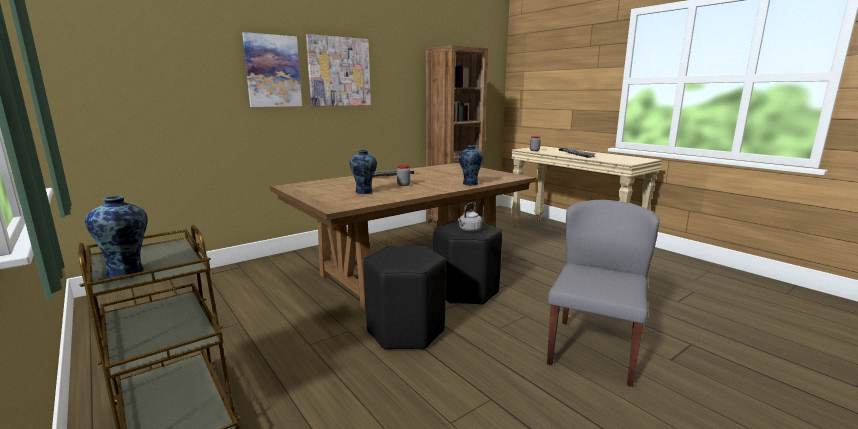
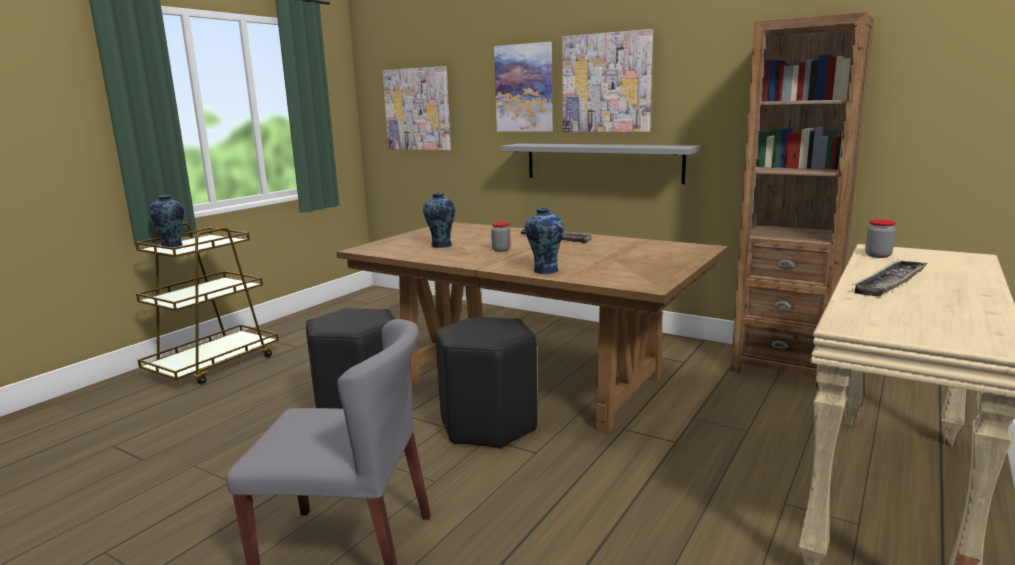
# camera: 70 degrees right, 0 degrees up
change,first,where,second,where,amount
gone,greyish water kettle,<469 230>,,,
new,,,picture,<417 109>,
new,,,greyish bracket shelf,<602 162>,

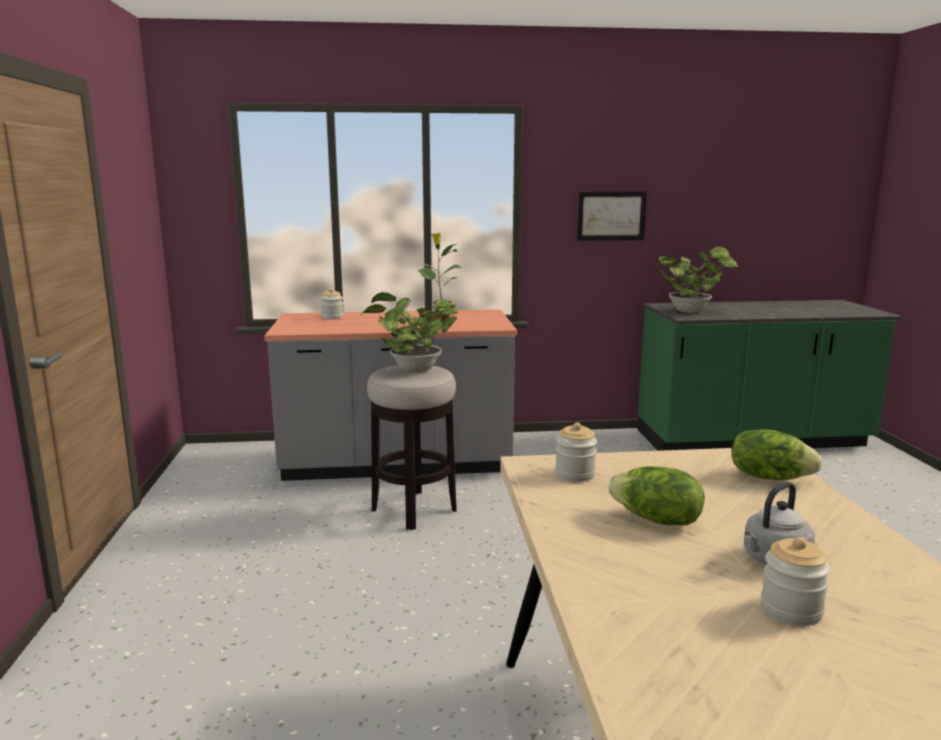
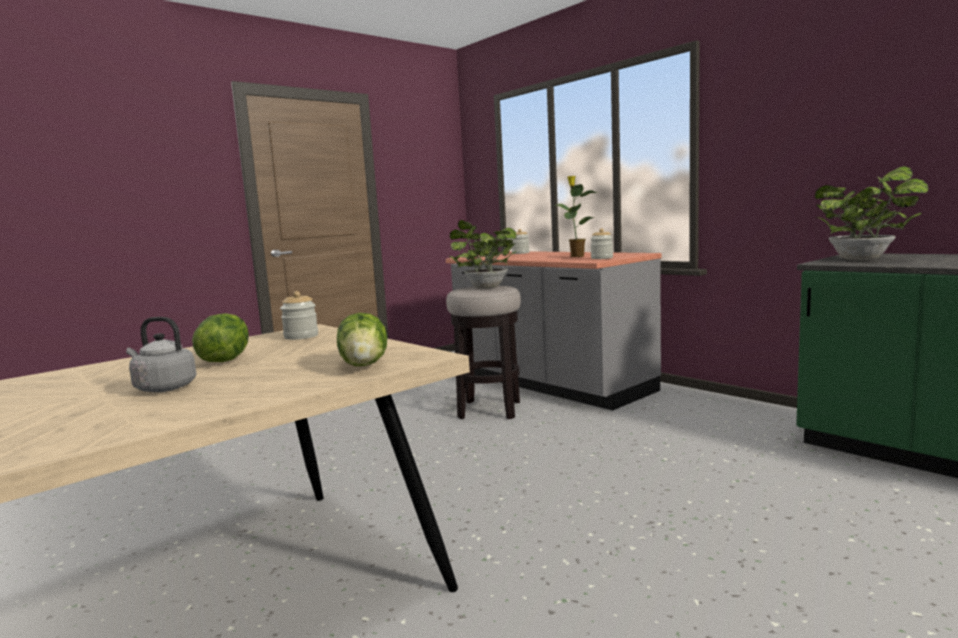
# camera: 55 degrees right, 5 degrees down
change,first,where,second,where,amount
gone,picture,<611 216>,,,
shifted,preserve jar,<791 610>,,<602 258>,

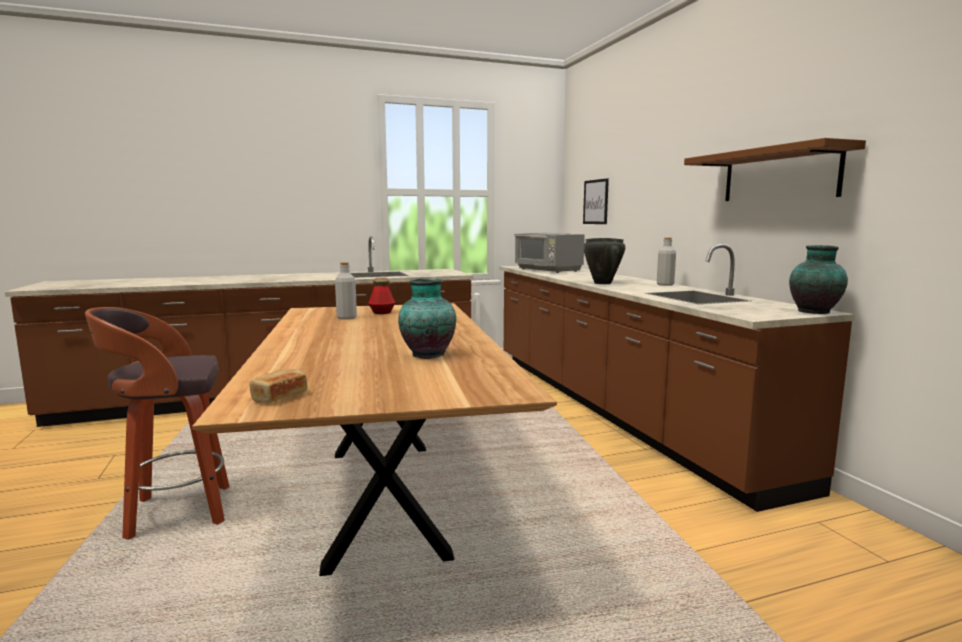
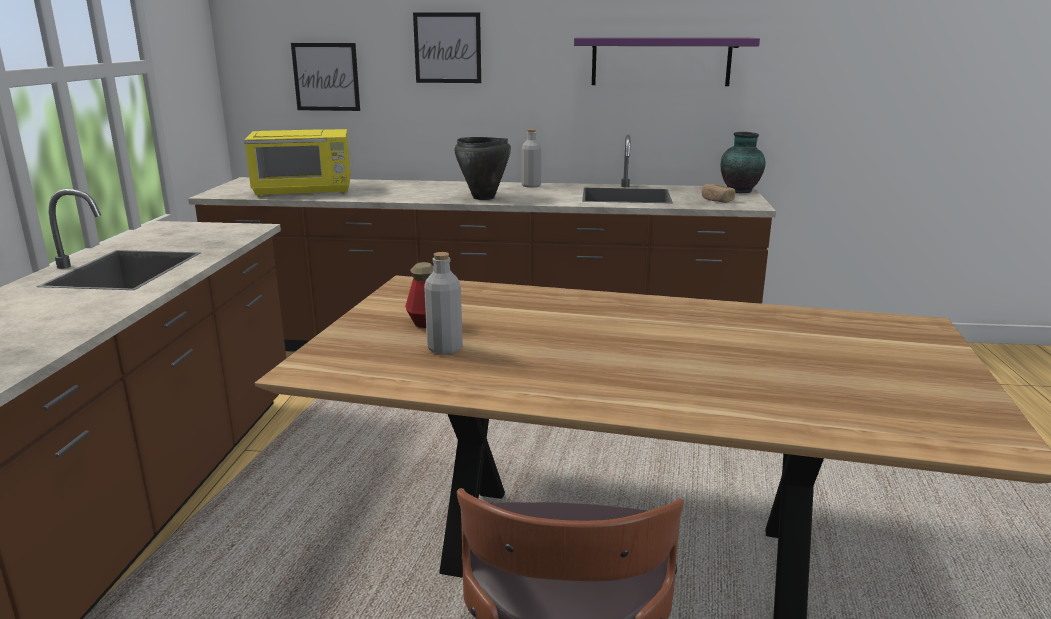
# camera: 65 degrees left, 10 degrees up
change,first,where,second,where,amount
repainted,brownish bracket shelf,<779 175>,purplish bracket shelf,<661 61>,
repainted,greyish kitchen microwave,<548 270>,yellow kitchen microwave,<305 191>,
gone,decorative vase,<426 355>,,,
shifted,bakery bread,<278 397>,,<717 200>,
new,,,picture,<447 48>,

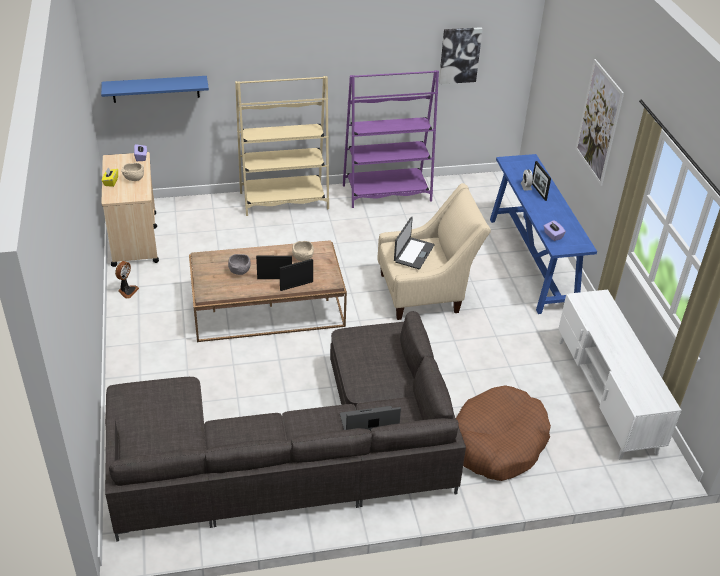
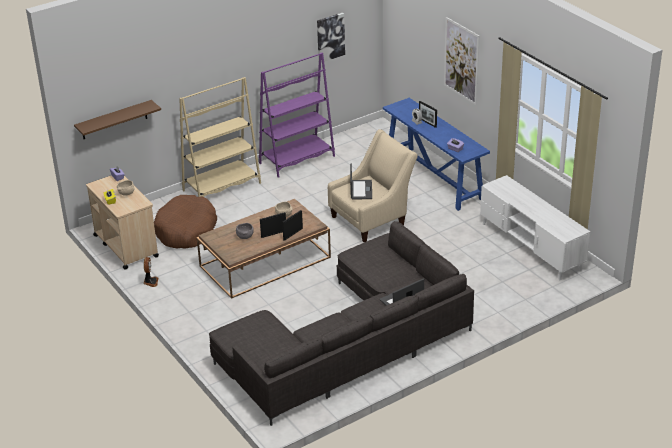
# camera: 20 degrees left, 5 degrees down
change,first,where,second,where,amount
repainted,bluish bracket shelf,<155 89>,brownish bracket shelf,<114 120>,
shifted,brownish dog bed,<498 443>,,<186 230>,

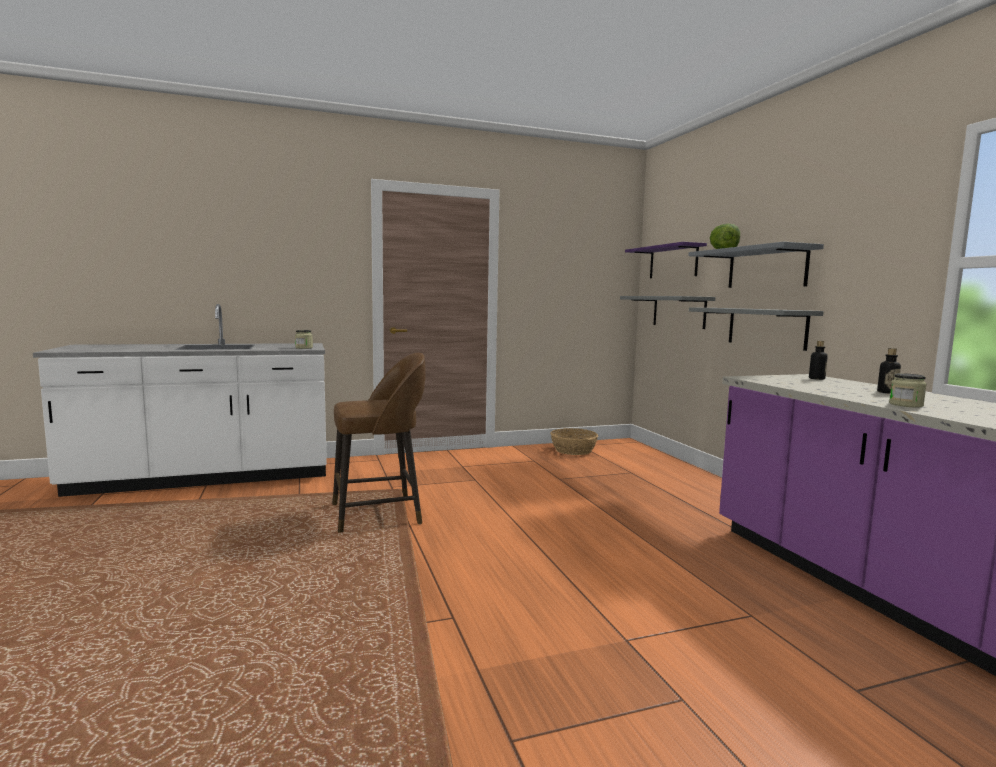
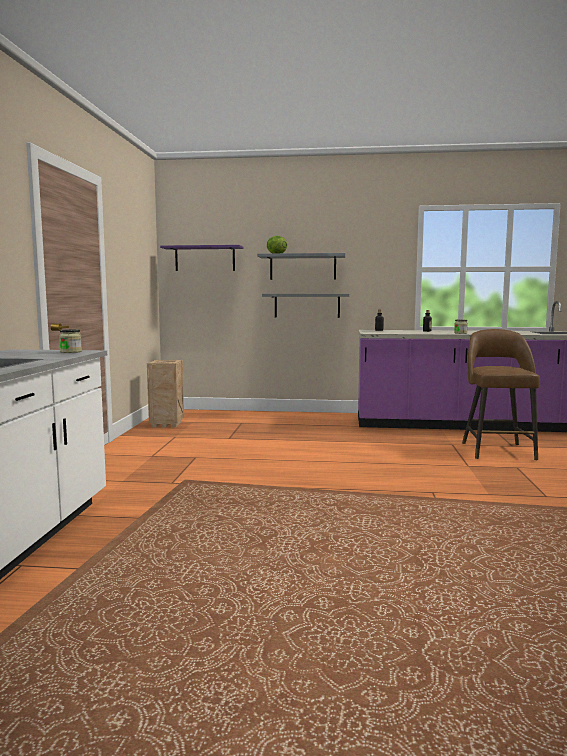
# camera: 65 degrees left, 0 degrees up
change,first,where,second,where,amount
gone,greyish bracket shelf,<678 311>,,,
shifted,brownish sitting stool,<379 514>,,<497 450>,
swapped,storage basket,<573 450>,packing crate,<167 424>,

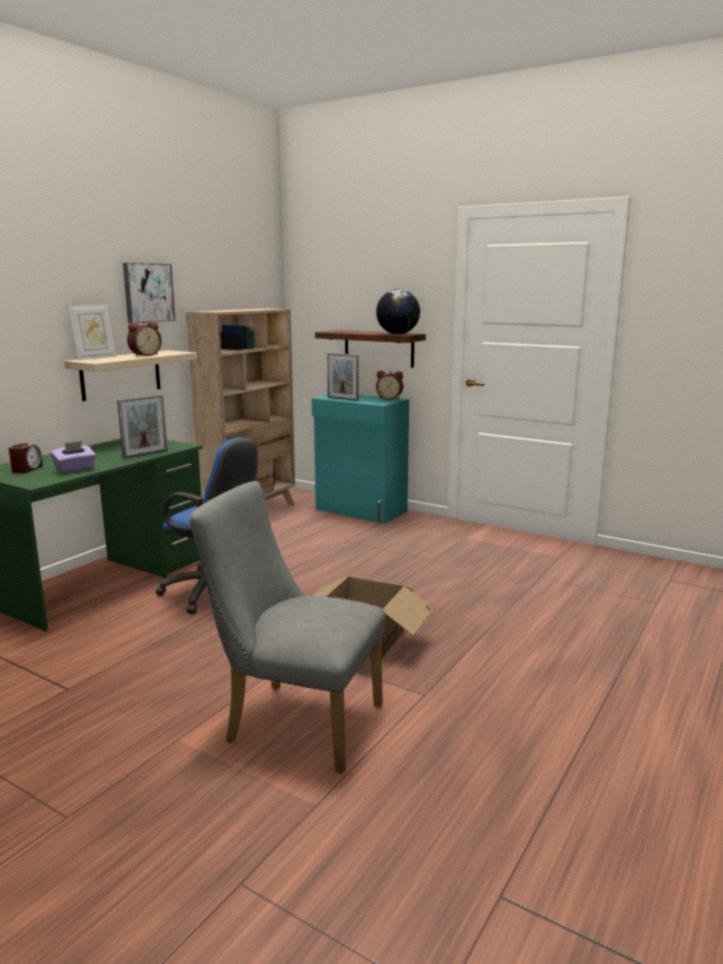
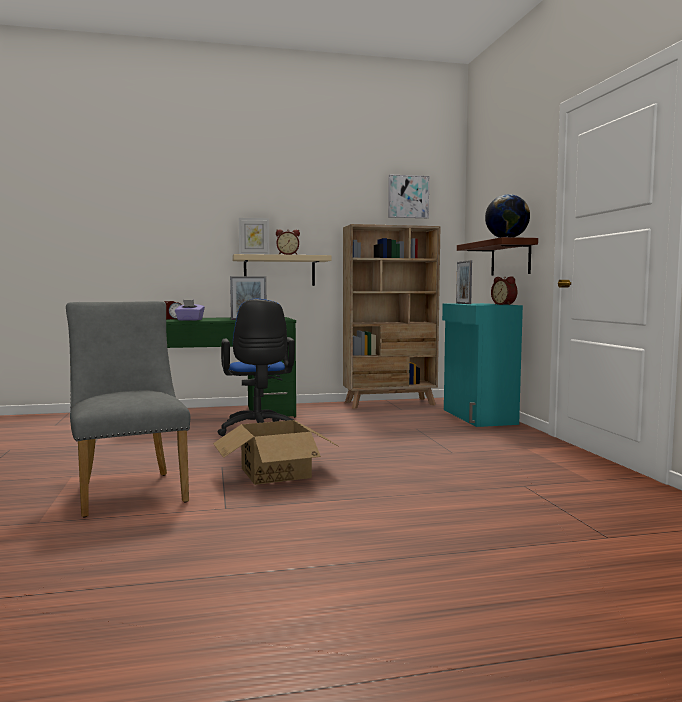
# camera: 45 degrees right, 10 degrees down
change,first,where,second,where,amount
shifted,picture,<148 292>,,<408 197>,

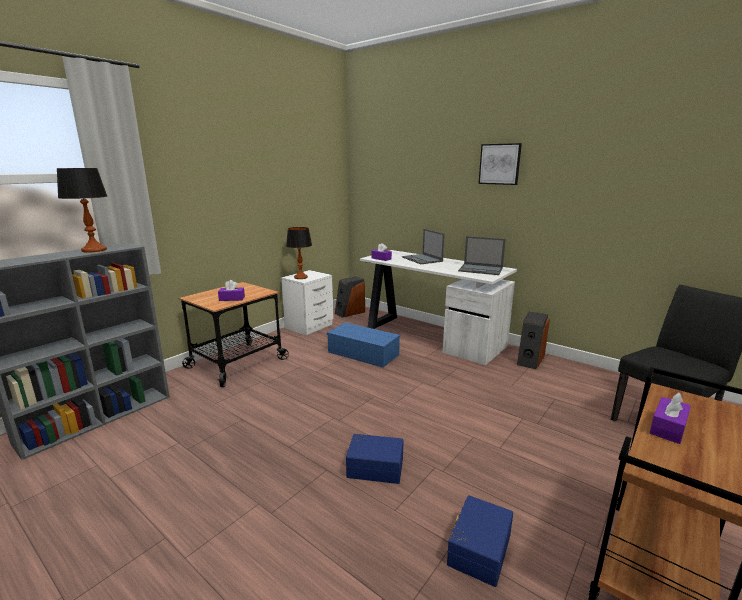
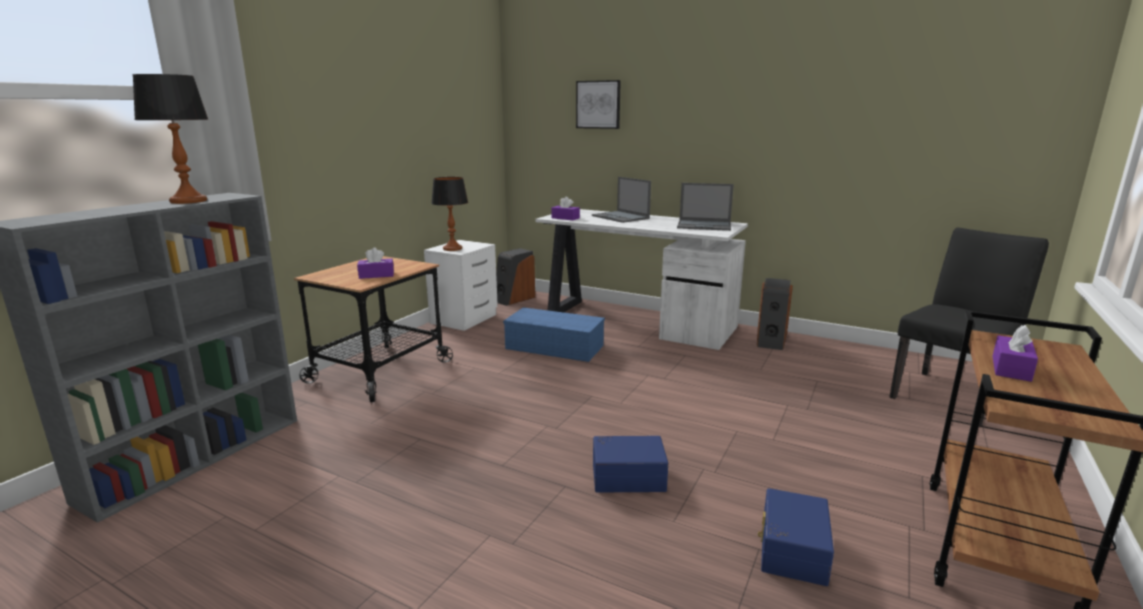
# camera: 10 degrees left, 0 degrees up
change,first,where,second,where,amount
shifted,picture,<499 164>,,<598 104>,

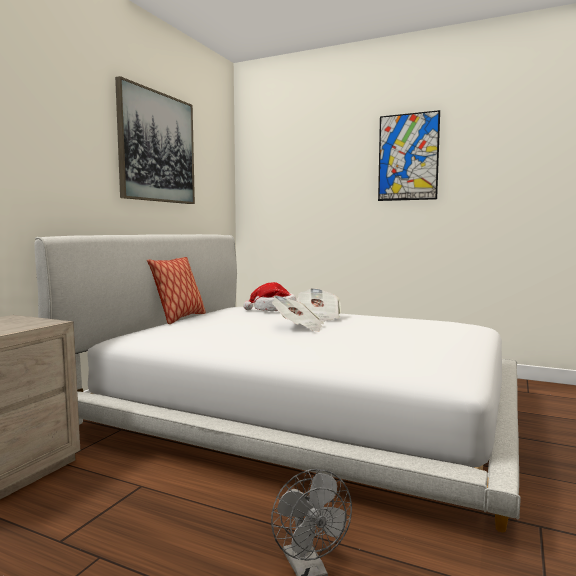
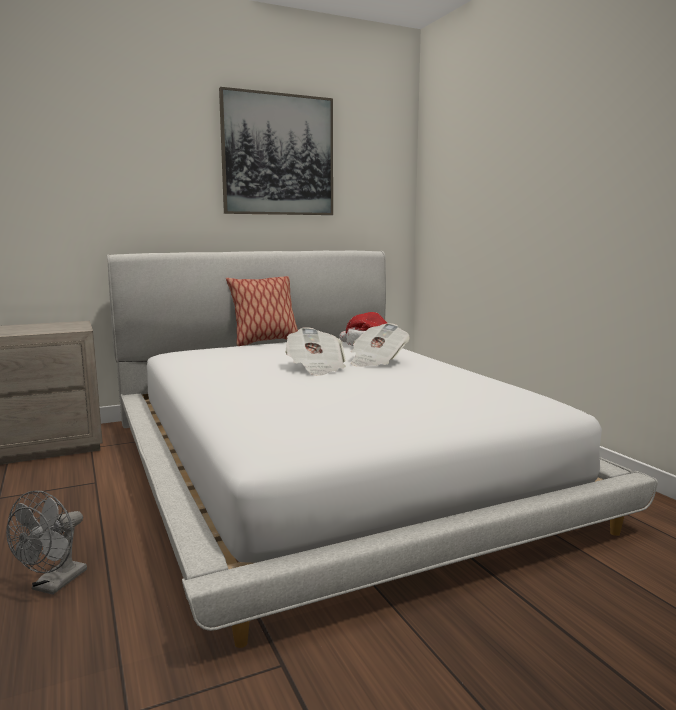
# camera: 40 degrees right, 5 degrees up
change,first,where,second,where,amount
gone,picture,<408 157>,,,

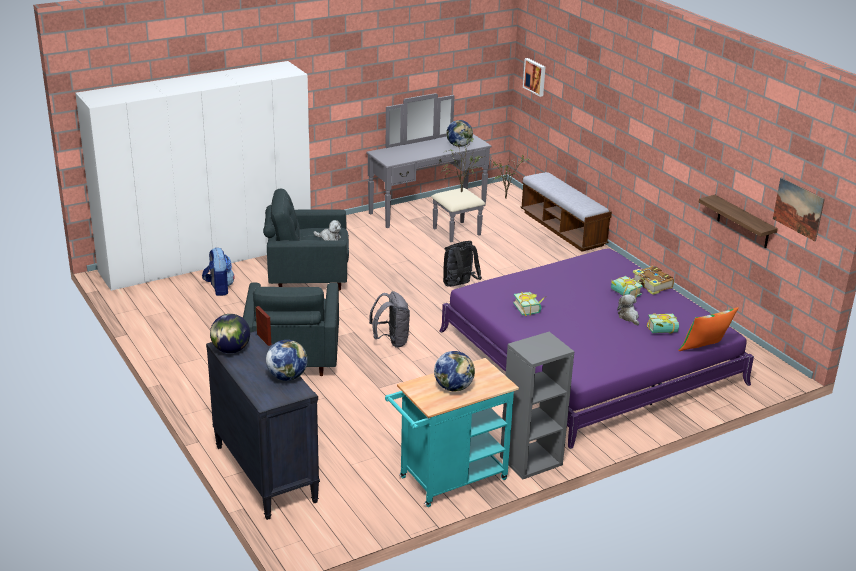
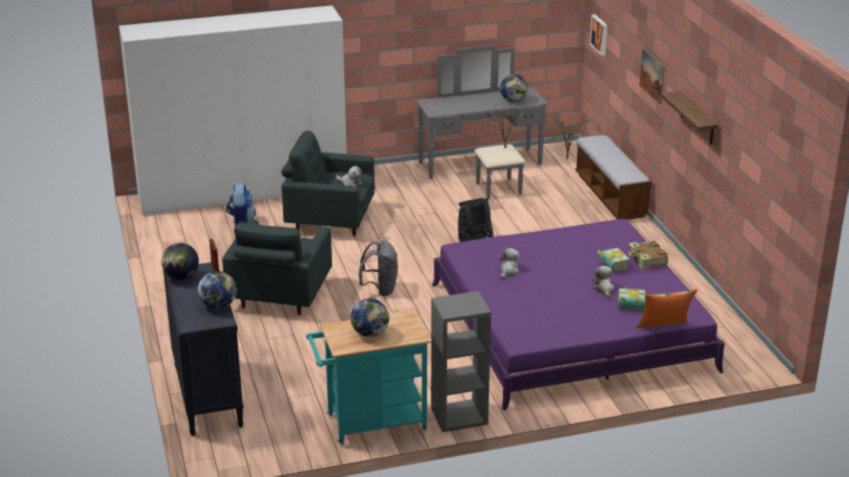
# camera: 15 degrees right, 0 degrees up
change,first,where,second,where,amount
shifted,picture,<798 209>,,<652 76>,
shifted,bracket shelf,<743 222>,,<697 118>,
swapped,bound book,<529 309>,plush toy,<508 271>,

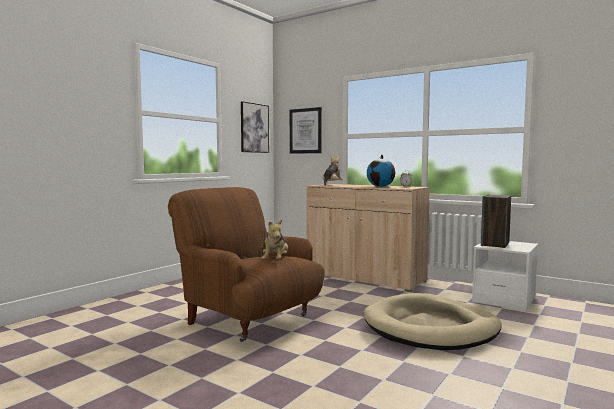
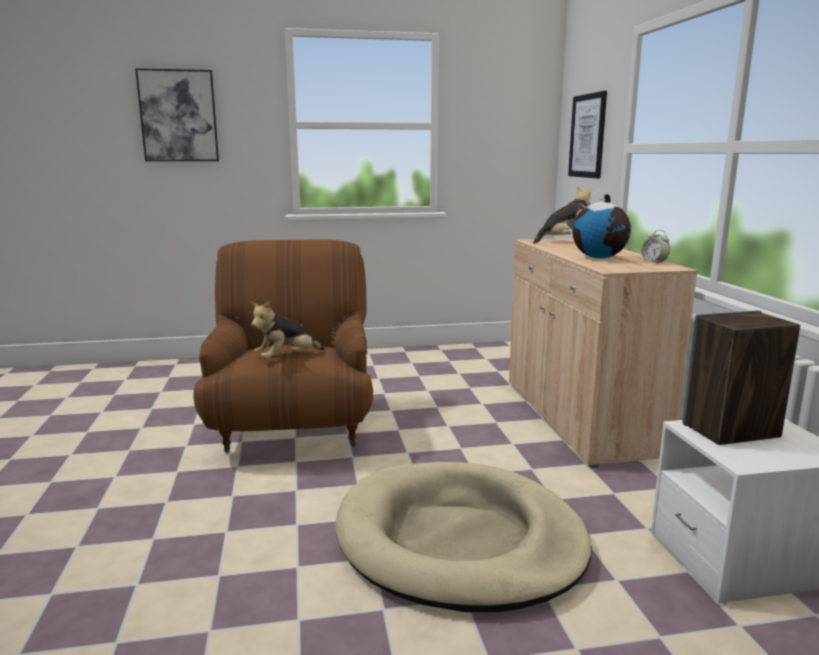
# camera: 45 degrees right, 10 degrees up
change,first,where,second,where,amount
shifted,picture,<254 128>,,<178 116>,

